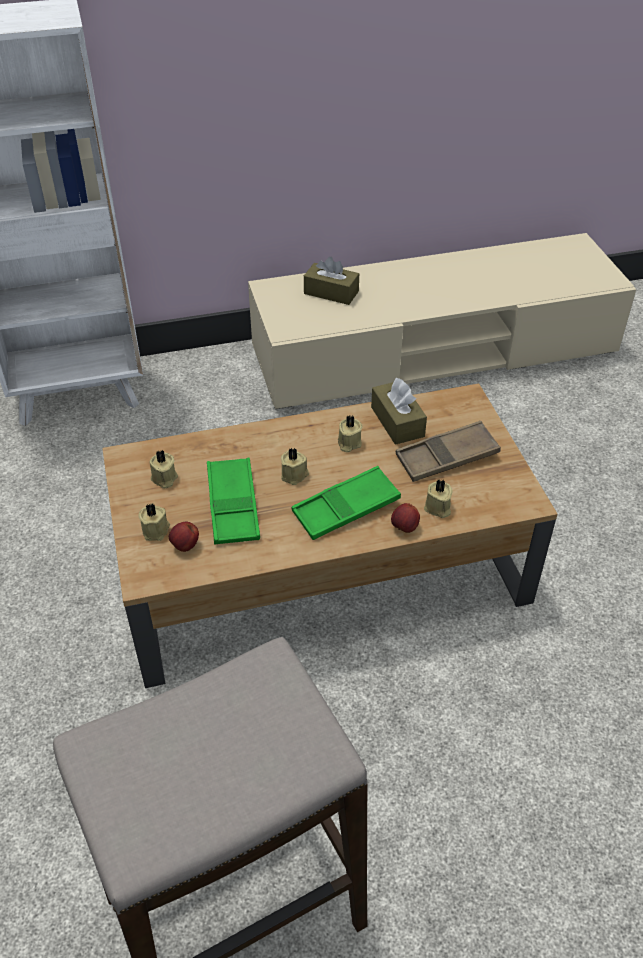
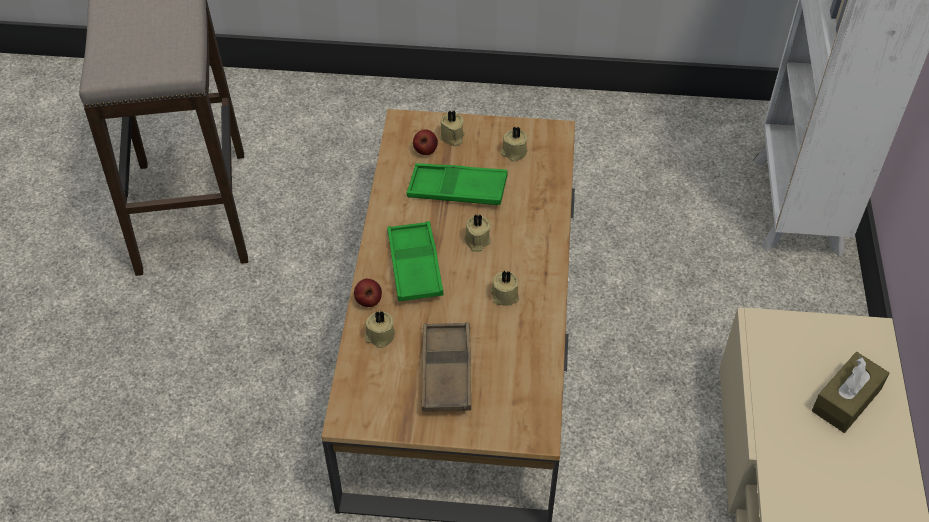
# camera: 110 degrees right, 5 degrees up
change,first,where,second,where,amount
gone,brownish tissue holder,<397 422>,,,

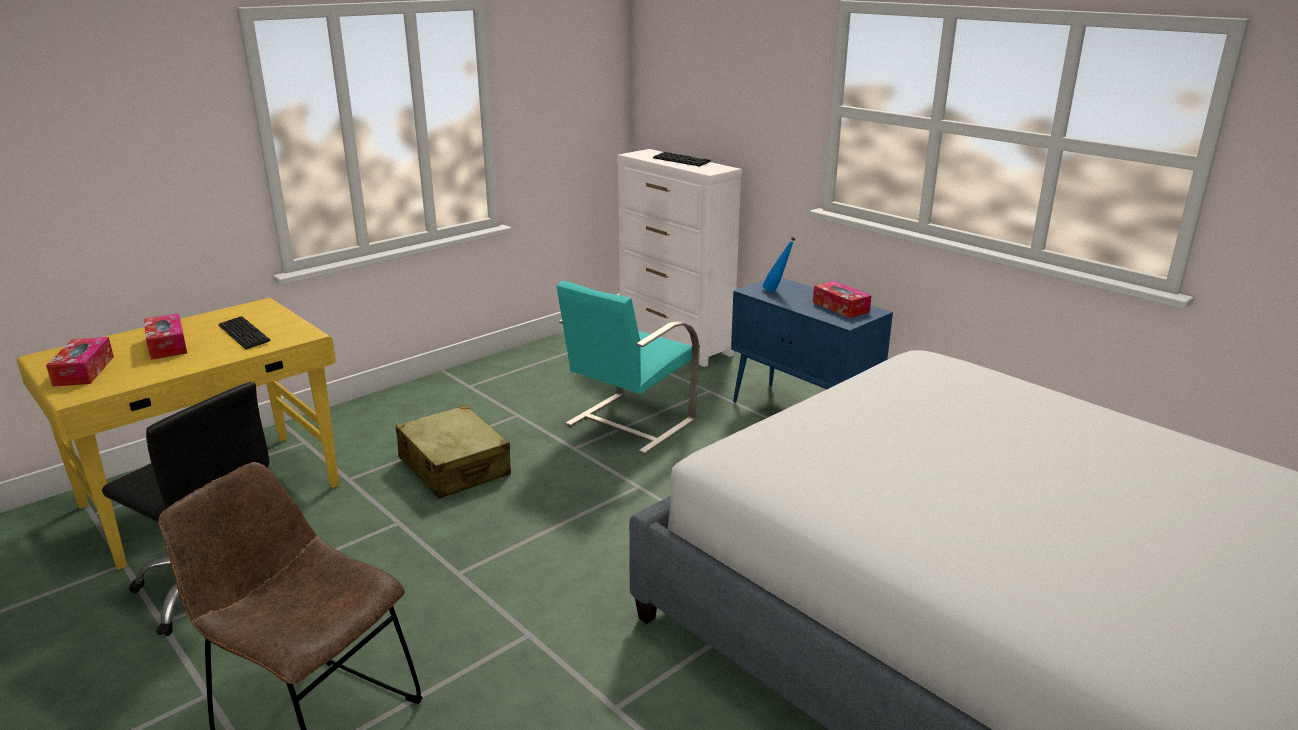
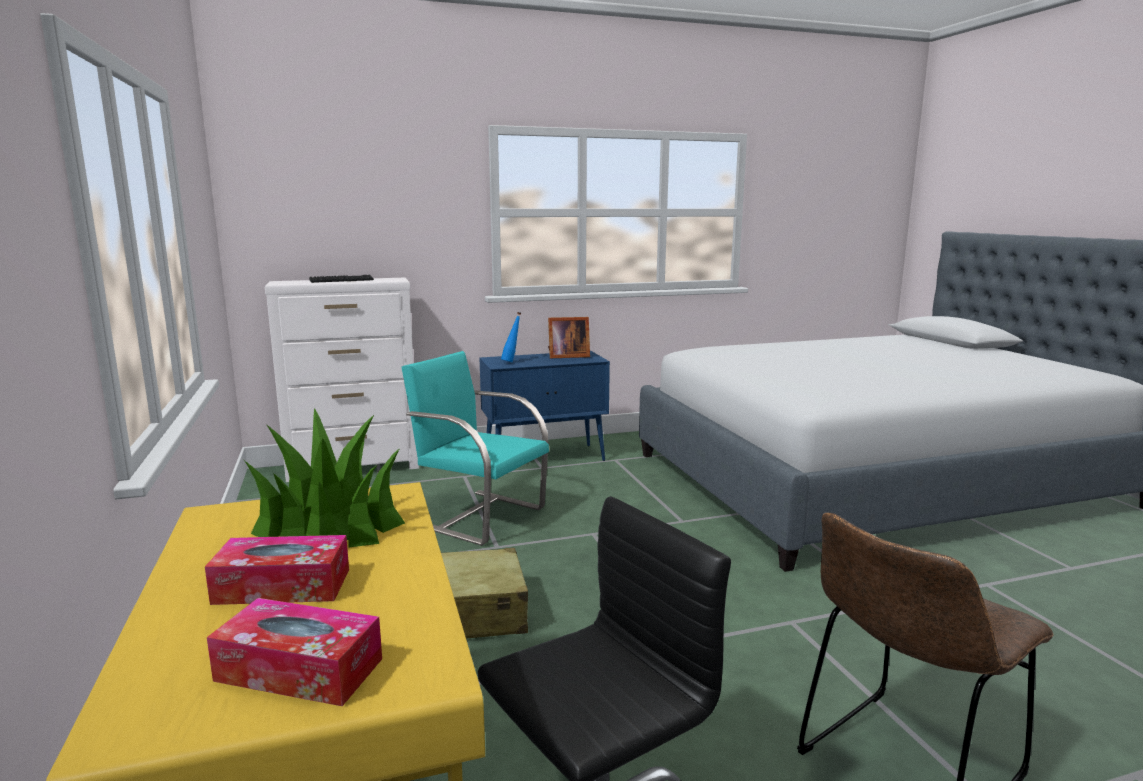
# camera: 65 degrees left, 10 degrees down
change,first,where,second,where,amount
rotated,blue-green chair,<628 423>,,<479 516>,150 degrees clockwise
swapped,tissue holder,<840 307>,picture frame,<566 356>,
swapped,computer keyboard,<244 334>,plant in a pot,<330 528>,

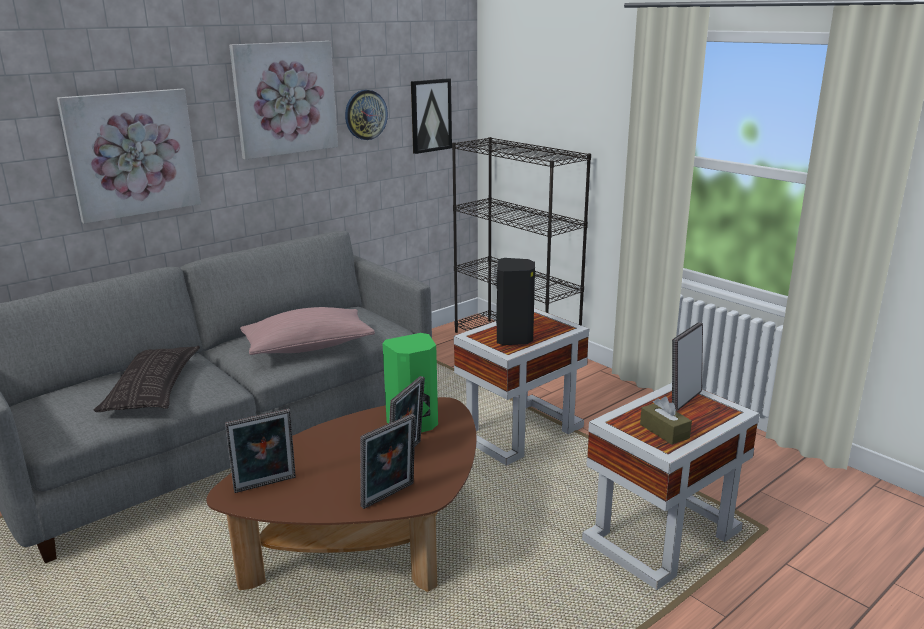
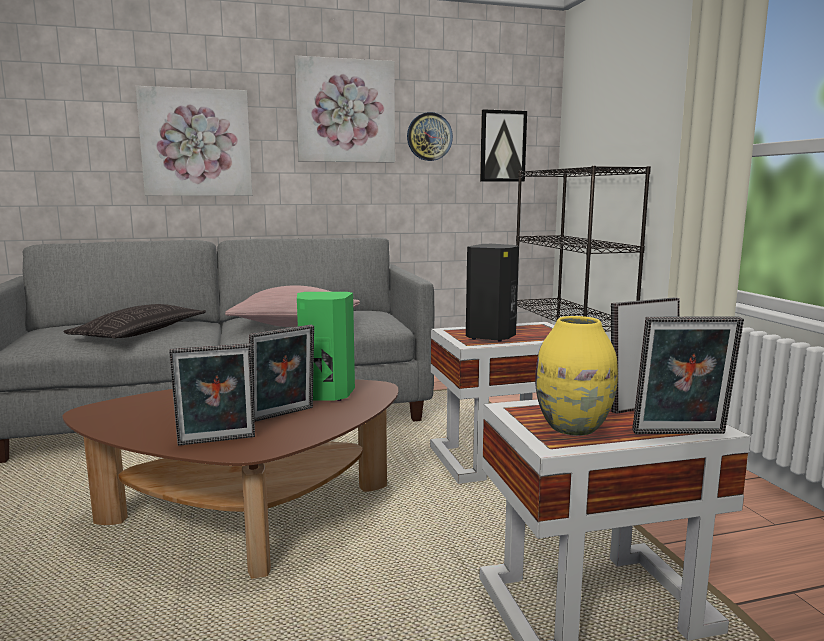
# camera: 25 degrees right, 10 degrees down
change,first,where,second,where,amount
swapped,brownish tissue holder,<664 431>,yellow decorative vase,<573 427>,
shifted,picture frame,<266 486>,,<680 434>,

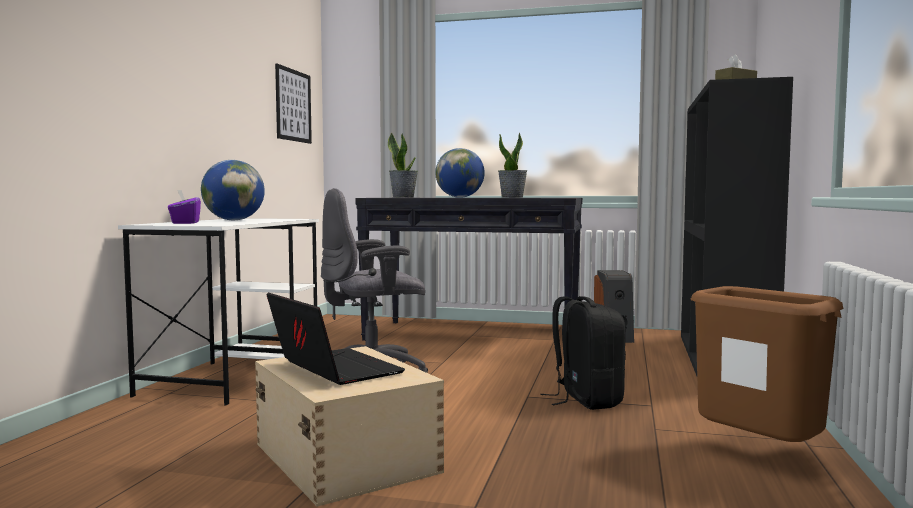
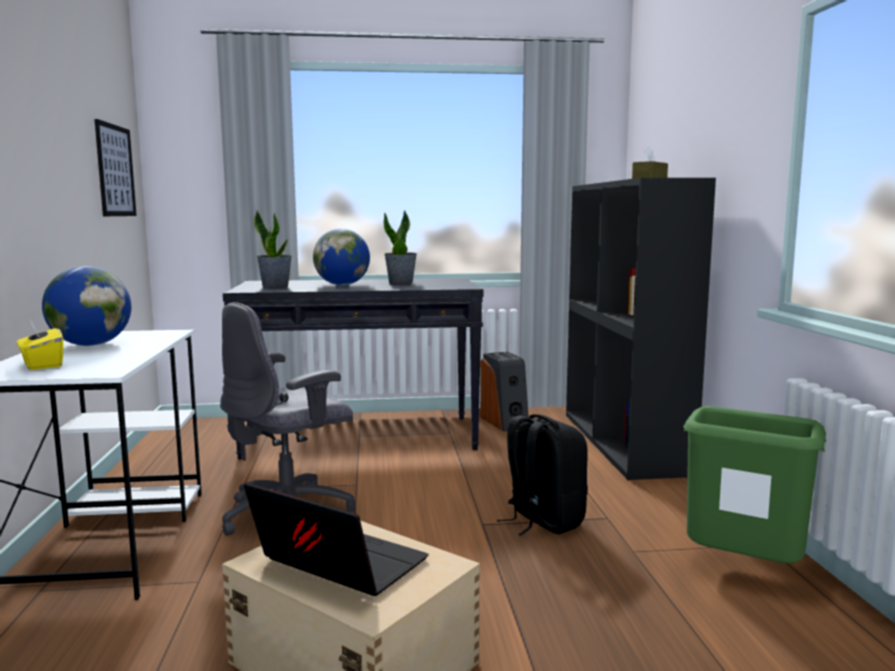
# camera: 20 degrees left, 5 degrees up
change,first,where,second,where,amount
repainted,purplish tissue holder,<185 223>,yellow tissue holder,<42 365>,
repainted,brownish trash can,<759 455>,green trash can,<743 571>,

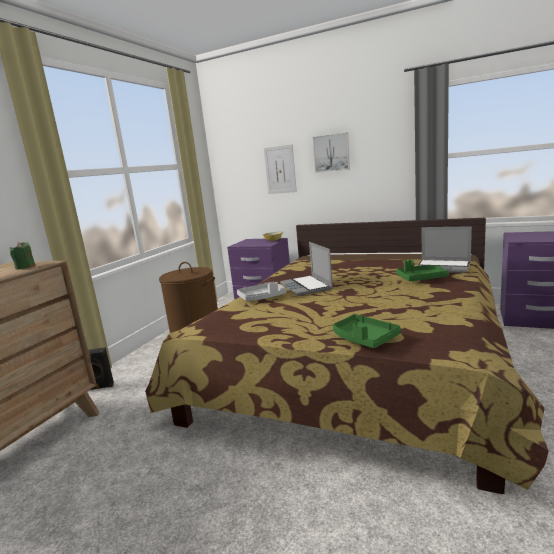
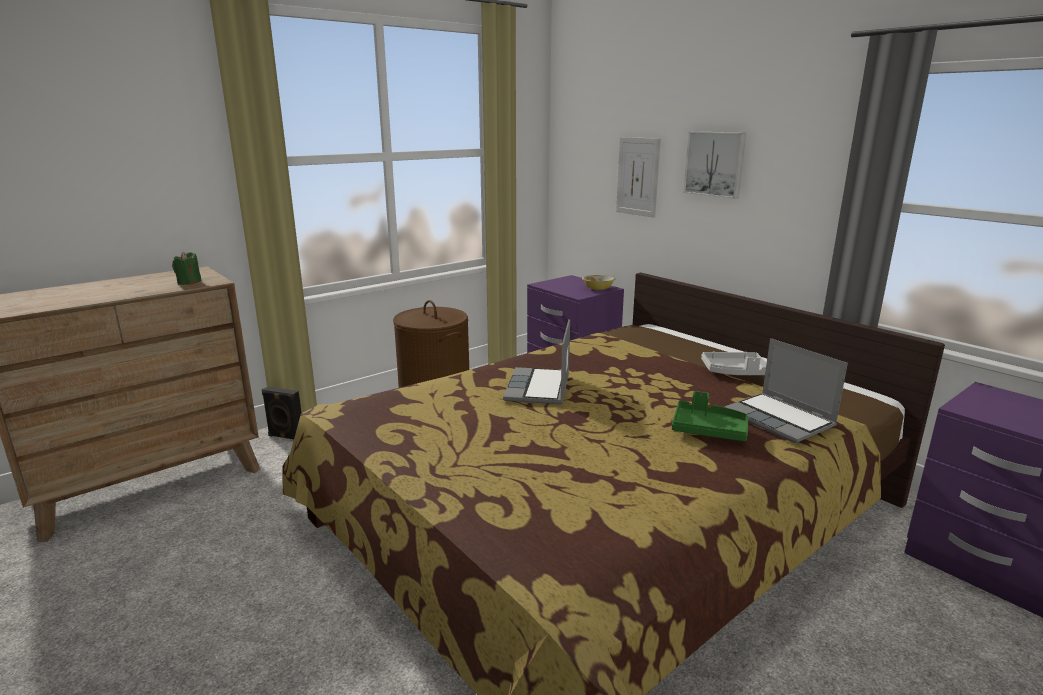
# camera: 25 degrees right, 5 degrees up
change,first,where,second,where,amount
shifted,greyish tray,<262 297>,,<734 372>,
gone,green tray,<364 339>,,,

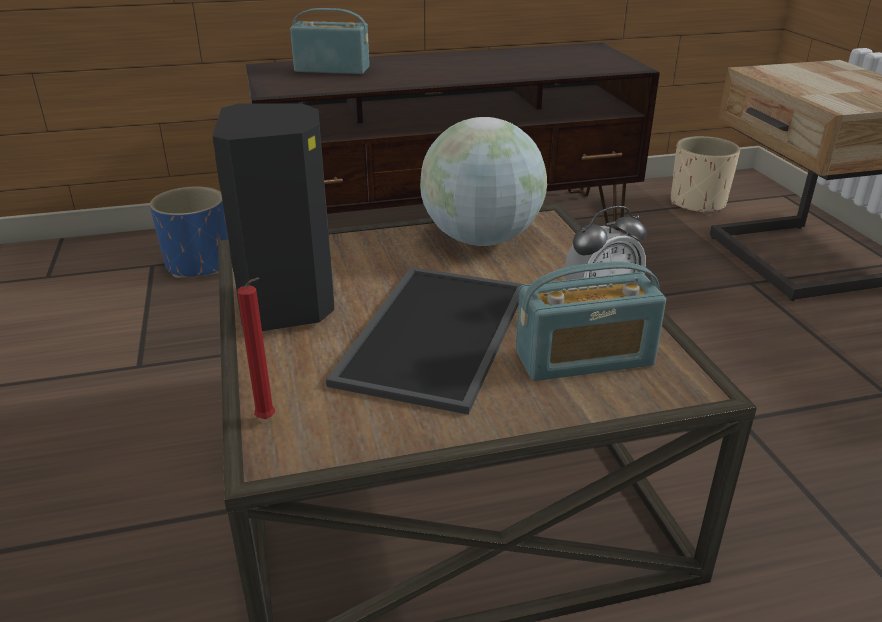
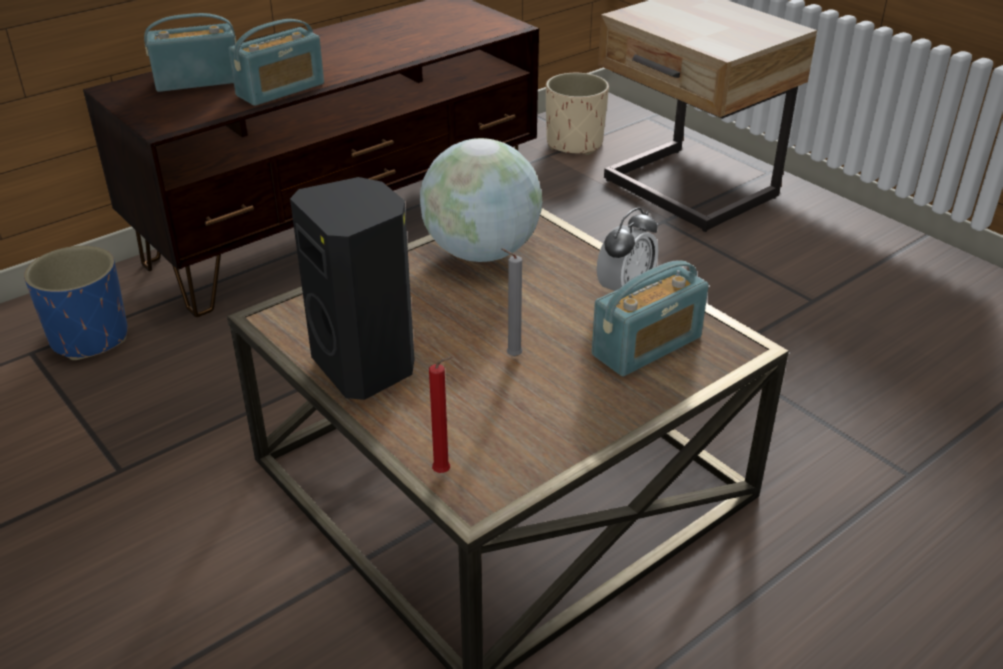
# camera: 25 degrees left, 5 degrees up
change,first,where,second,where,amount
swapped,tray,<432 332>,greyish candle,<511 356>,
new,,,radio set,<280 90>,

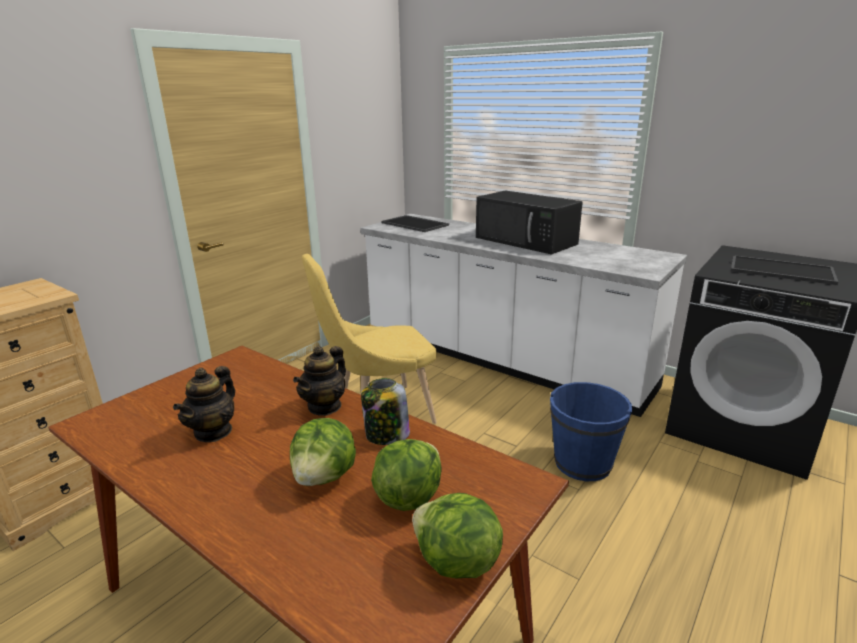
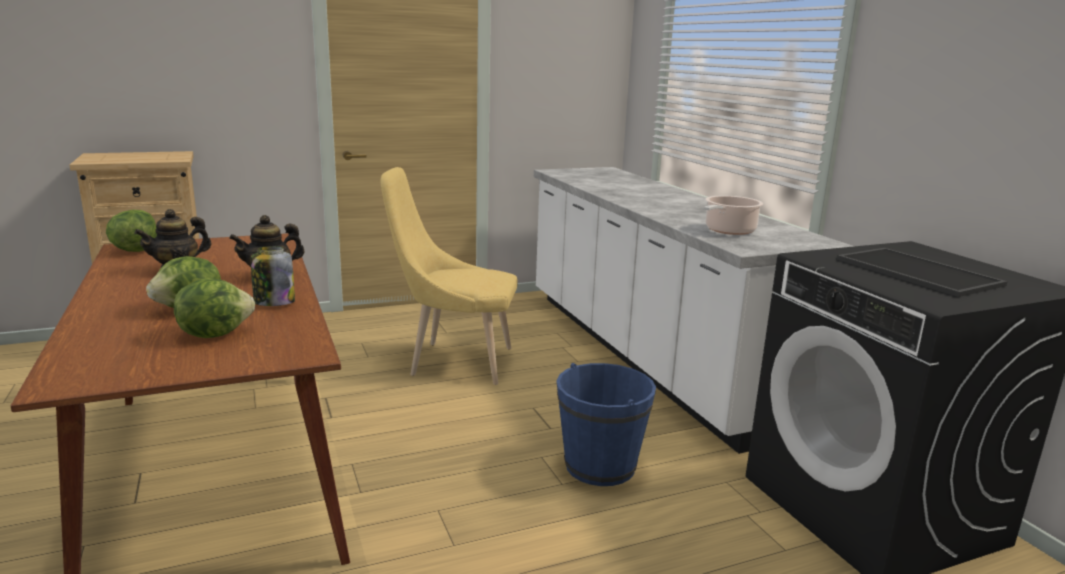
# camera: 30 degrees right, 5 degrees down
change,first,where,second,where,amount
gone,black-coloured kitchen microwave,<527 241>,,,
gone,tray,<416 224>,,,
shifted,head of lettuce,<456 563>,,<135 250>,
new,,,saucepot,<728 231>,

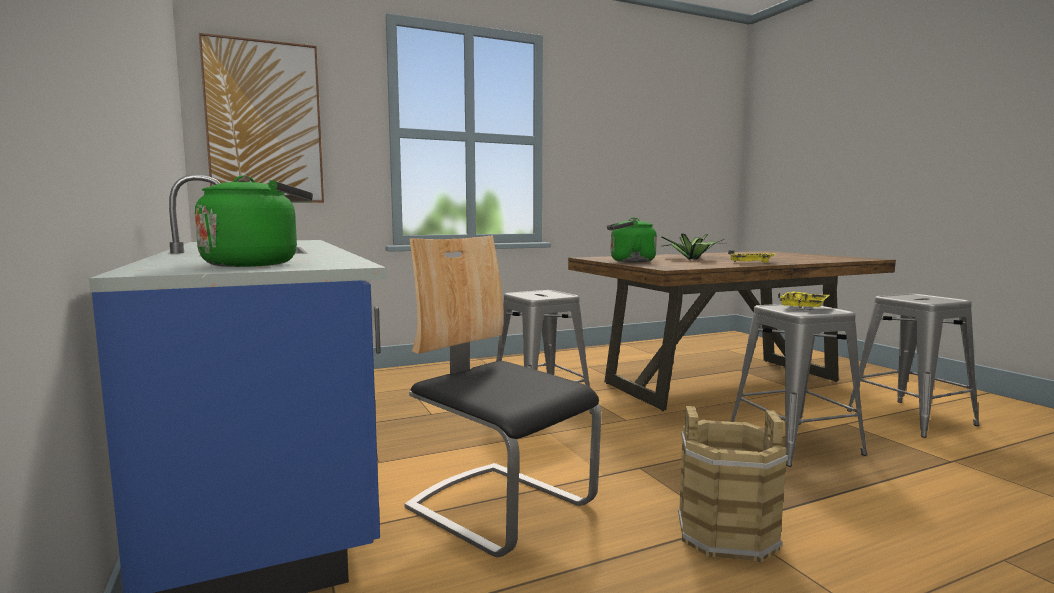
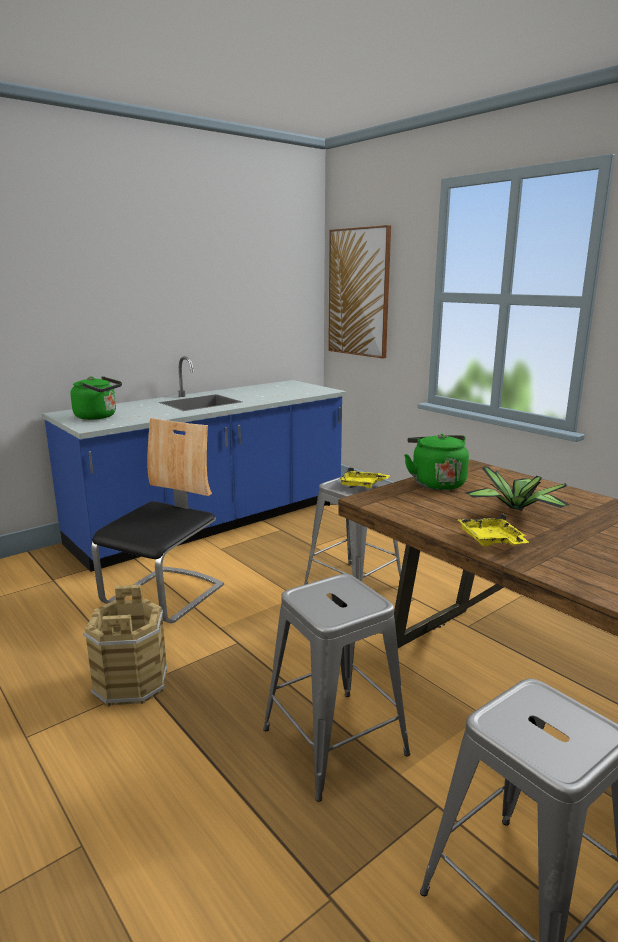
# camera: 75 degrees right, 10 degrees up
change,first,where,second,where,amount
shifted,yellow tray,<803 306>,,<362 485>,

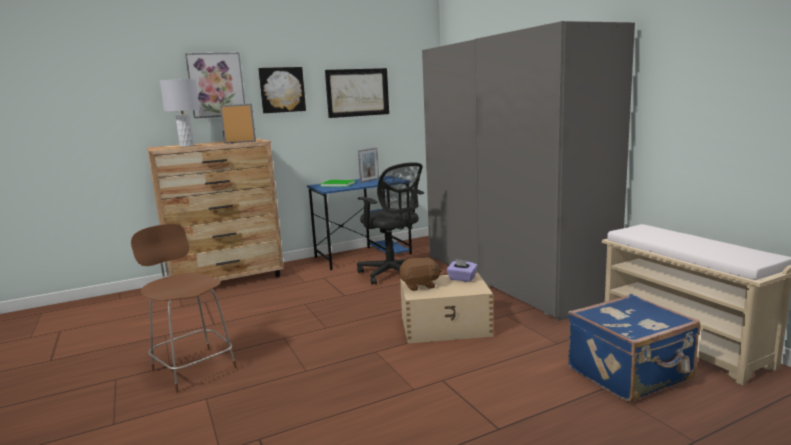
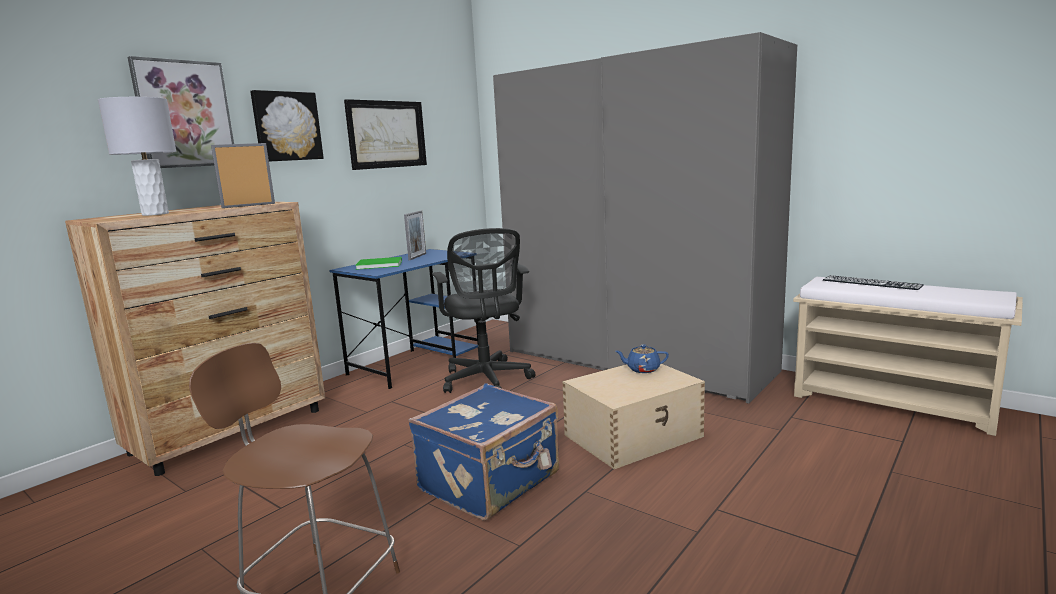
# camera: 25 degrees left, 0 degrees up
change,first,where,second,where,amount
rotated,black-coloured computer chair,<393 274>,,<487 381>,45 degrees clockwise
gone,brownish plush toy,<420 286>,,,
swapped,purplish tissue holder,<462 279>,bluish teapot,<642 369>,
shifted,bluish piece of luggage,<631 374>,,<491 482>,
new,,,computer keyboard,<871 283>,

